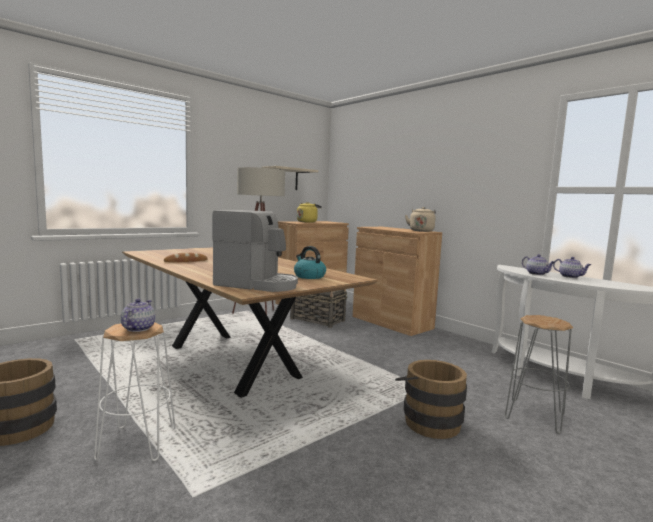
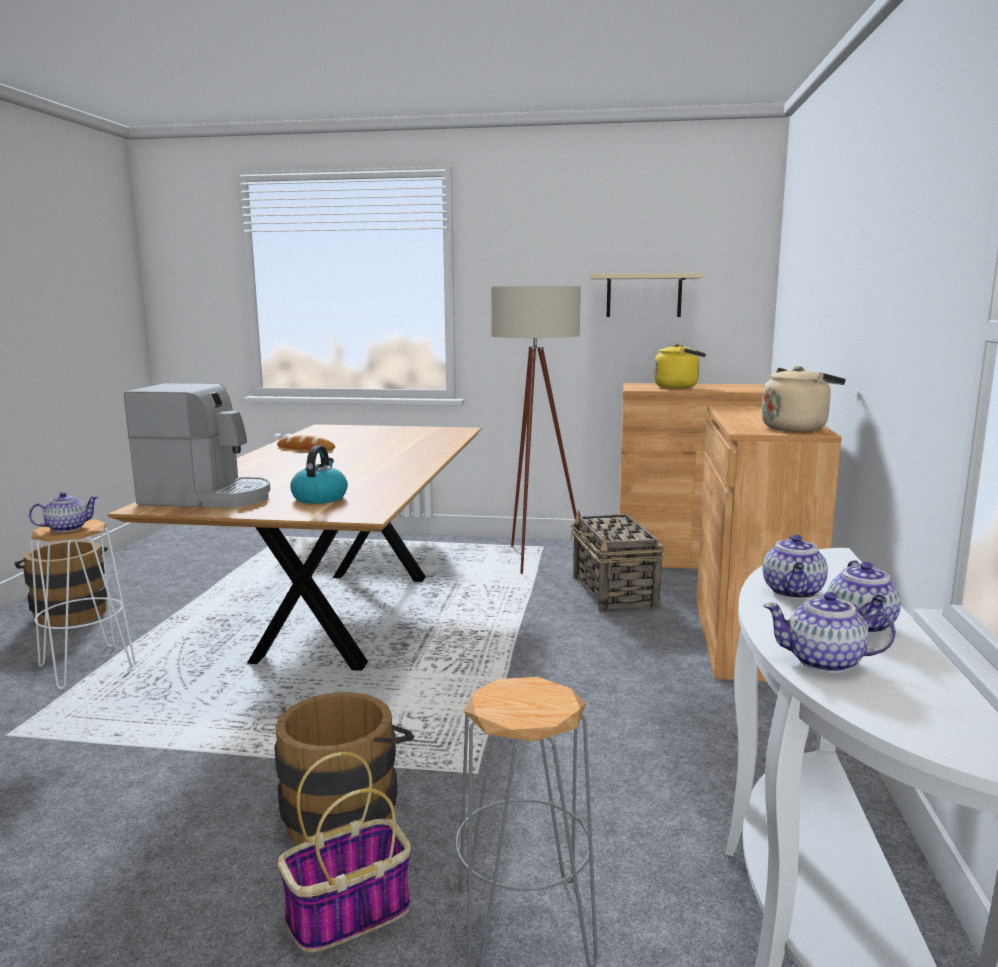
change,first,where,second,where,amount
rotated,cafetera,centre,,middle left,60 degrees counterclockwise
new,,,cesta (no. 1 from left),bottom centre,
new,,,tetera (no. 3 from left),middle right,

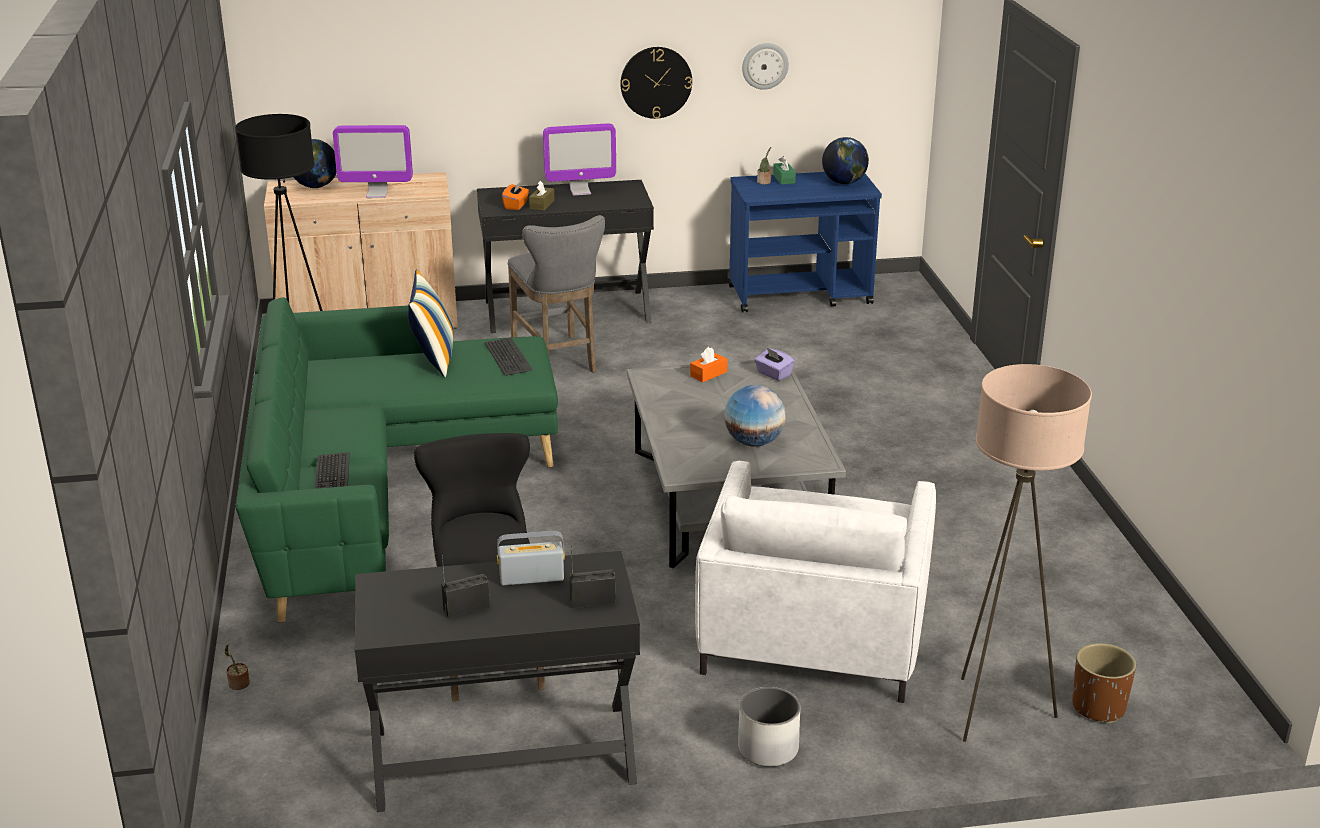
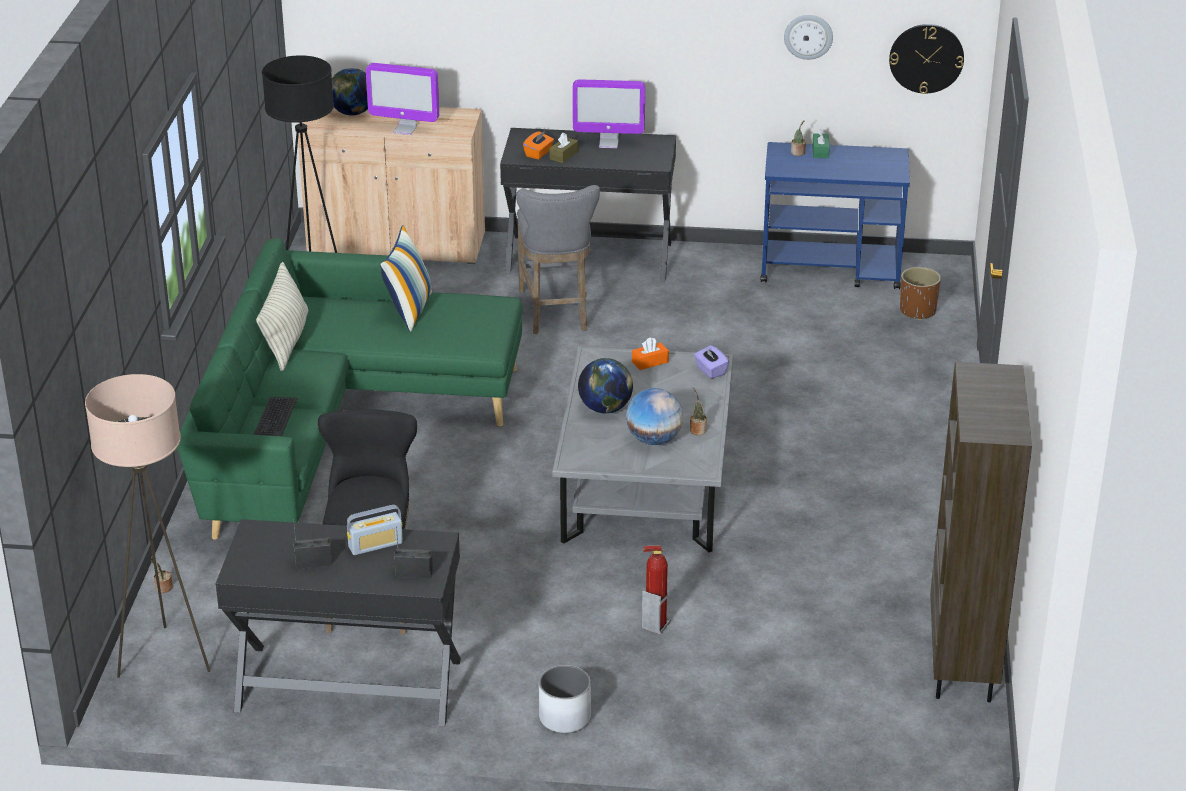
change,first,where,second,where,amount
gone,teclado (no. 2 from left),centre,,,
rotated,radio (no. 2 from left),bottom centre,,bottom left,150 degrees clockwise
shifted,reloj de pared (no. 1 from left in the first image),top centre,reloj de pared (no. 2 from left),top right,
swapped,sillón (blanco),bottom centre,extintor,bottom centre,
shifted,globo terráqueo (no. 3 from left in the first image),top centre,globo terráqueo (no. 2 from left),centre,
shifted,lámpara de pie (beis),bottom right,,middle left,
shifted,maceta (marrón),bottom right,,middle right,
new,,,cojín (no. 1 from left),middle left,
new,,,planta en maceta (no. 2 from left),centre,
new,,,estantería (marrón),bottom right,

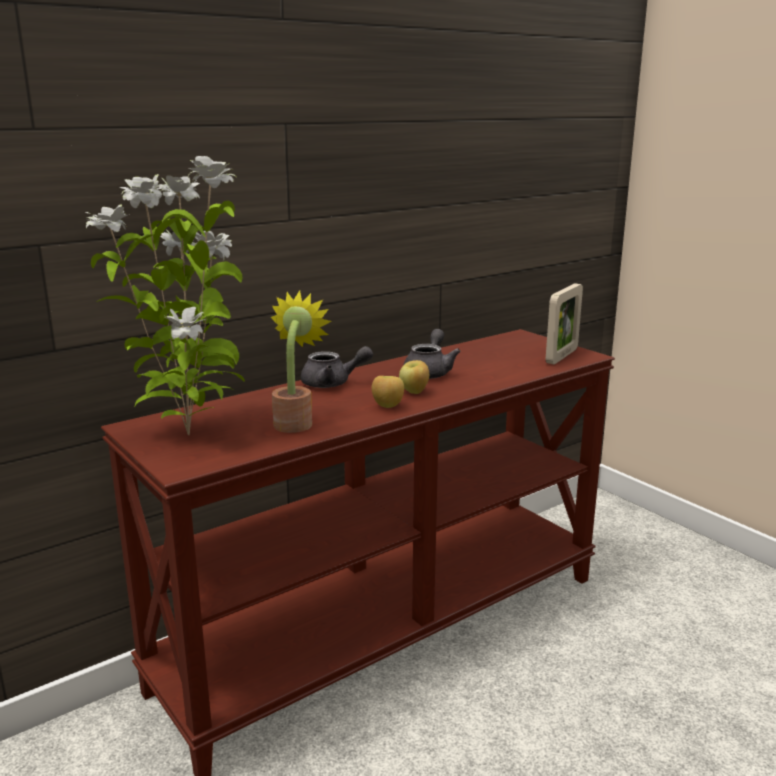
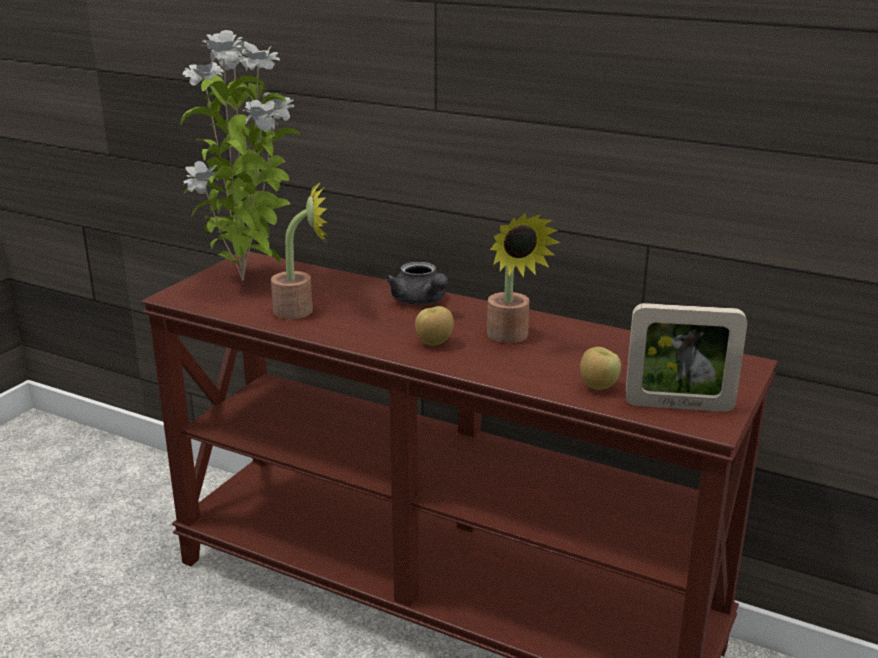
change,first,where,second,where,amount
shifted,manzana (no. 1 from left in the first image),centre,manzana (no. 2 from left),middle right,
swapped,tetera (gris) (no. 2 from left),centre,planta en maceta (no. 3 from left),centre,

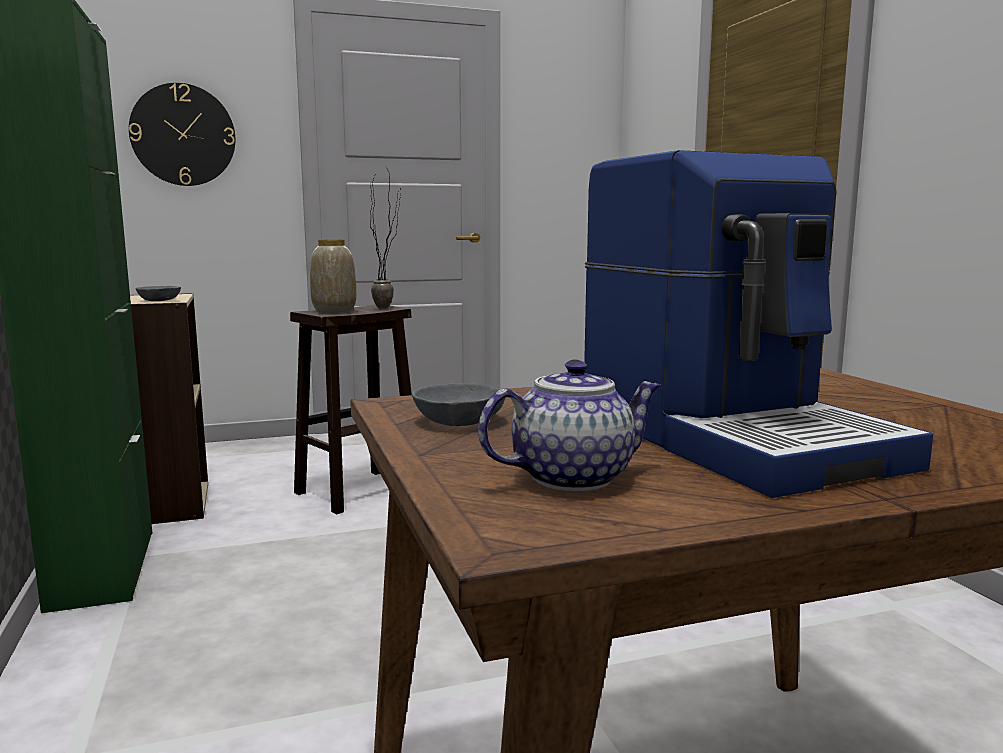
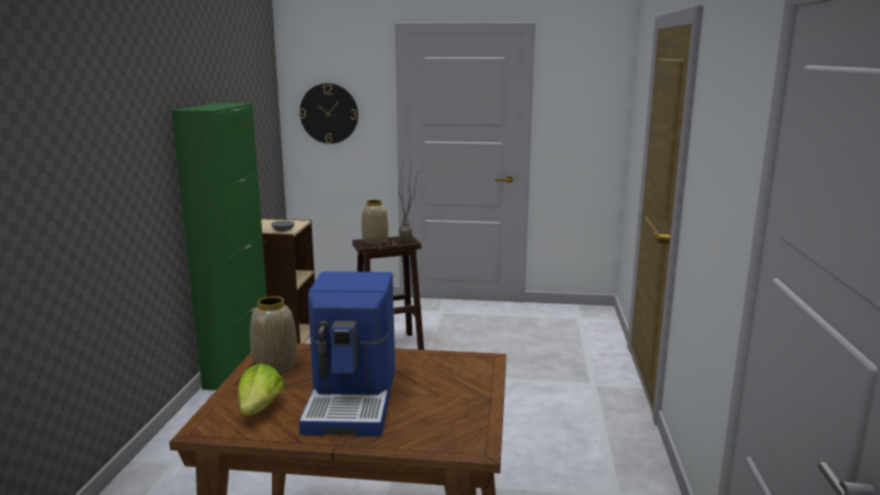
change,first,where,second,where,amount
swapped,cuenco (gris) (no. 2 from left),centre,florero (no. 1 from left),bottom left,
swapped,tetera,centre,lechuga,bottom left,

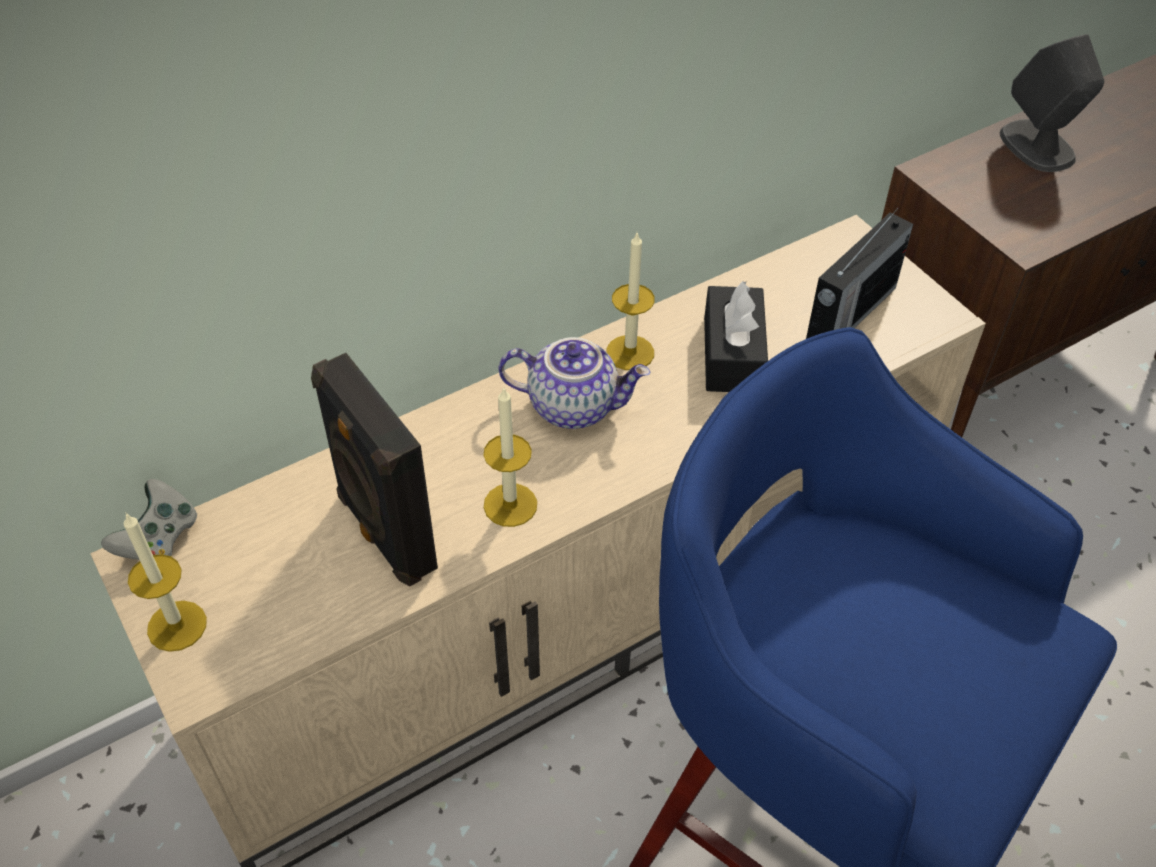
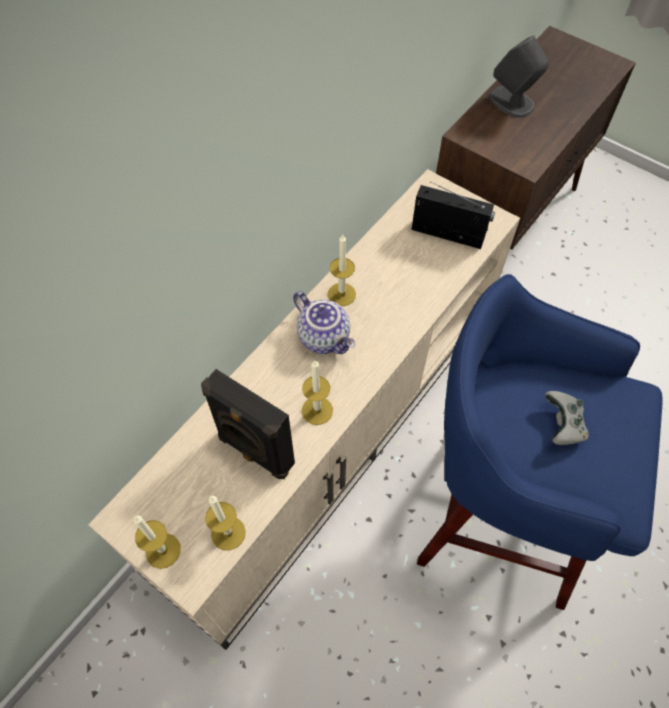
change,first,where,second,where,amount
shifted,mando de consola (gris),middle left,,middle right,
rotated,tetera,centre,,centre,60 degrees clockwise
gone,caja de pañuelos (negro),centre,,,
rotated,radio,top right,,top right,90 degrees counterclockwise
new,,,vela (no. 2 from left),bottom centre,

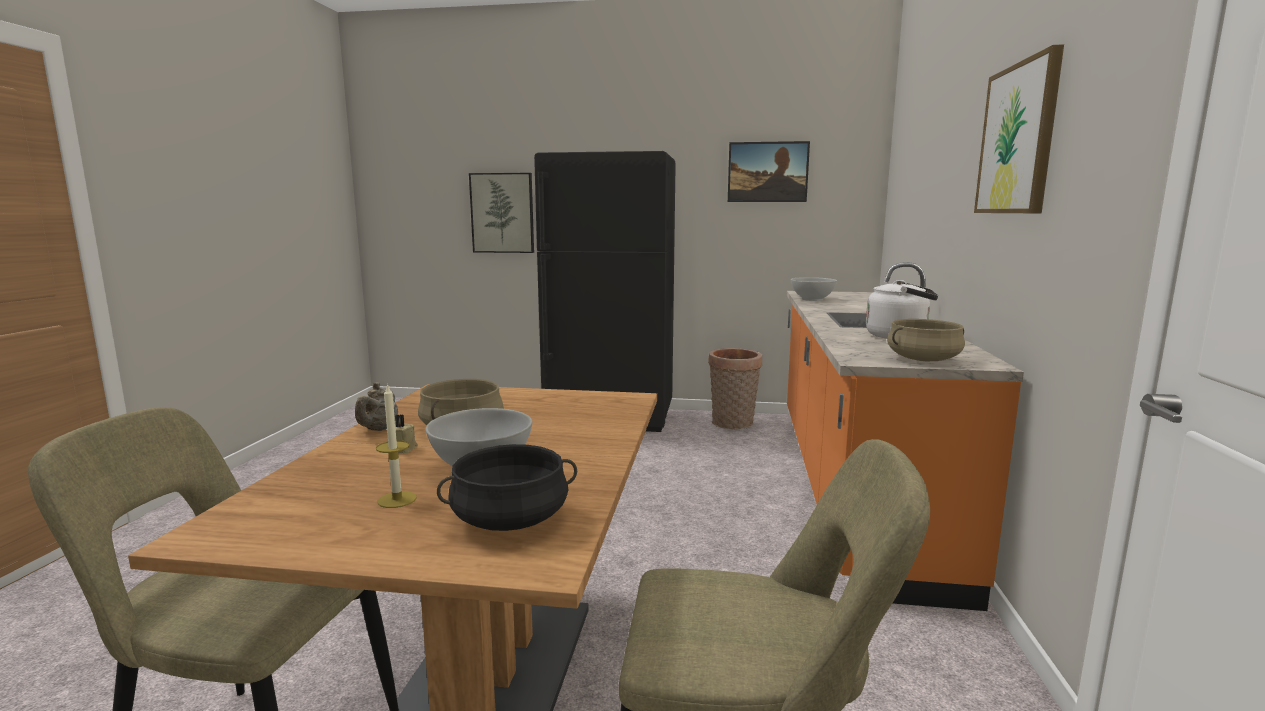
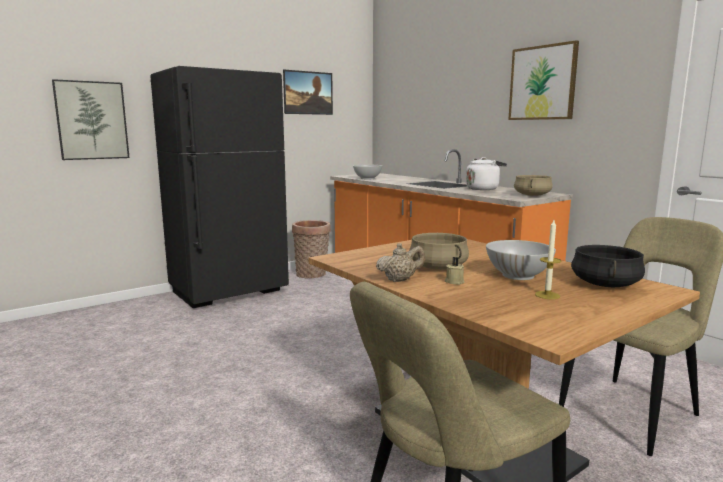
change,first,where,second,where,amount
rotated,tetera (beis),middle left,,centre,75 degrees counterclockwise

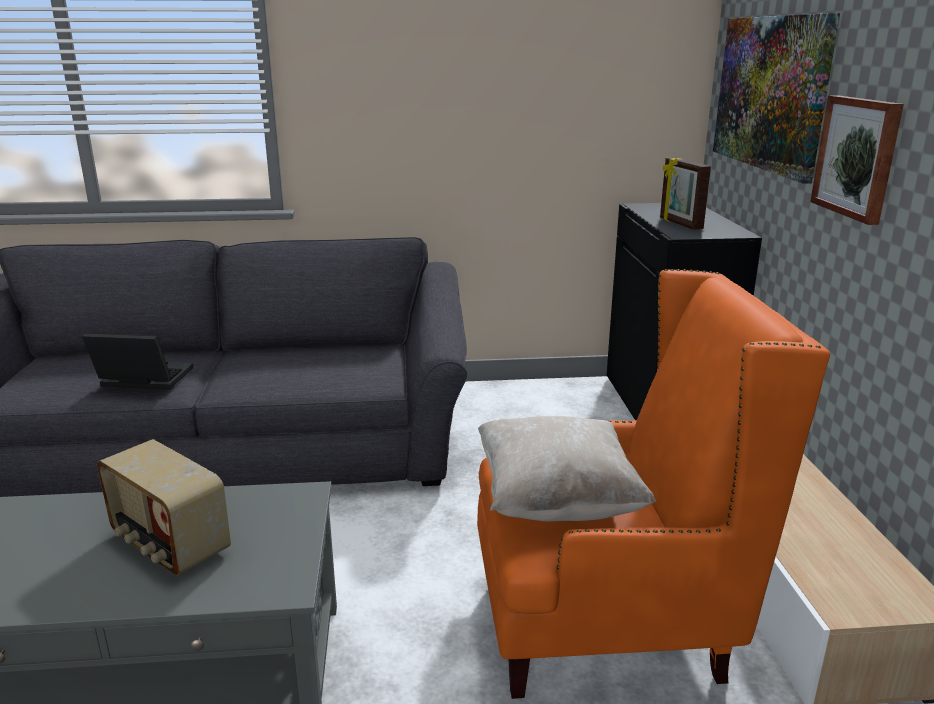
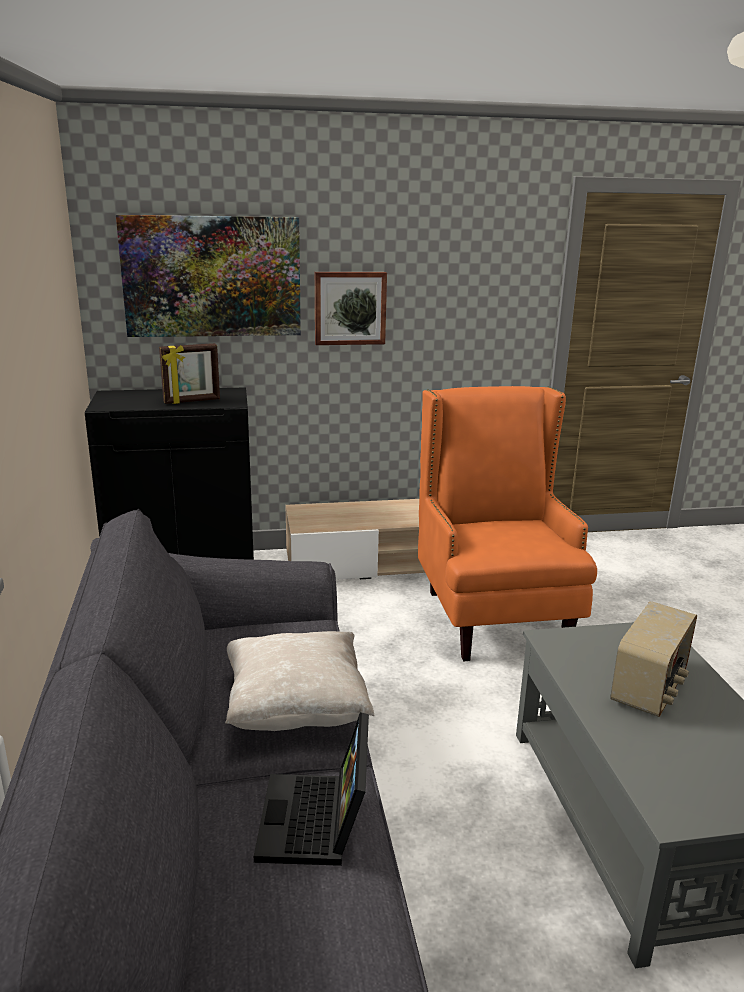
change,first,where,second,where,amount
shifted,cojín (beis),centre,,bottom centre,

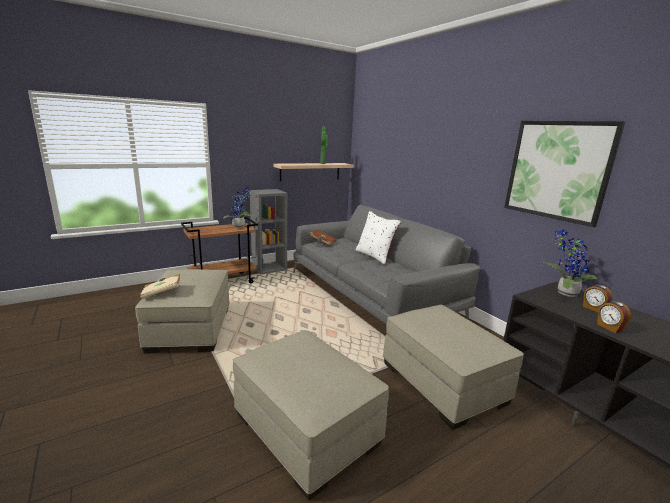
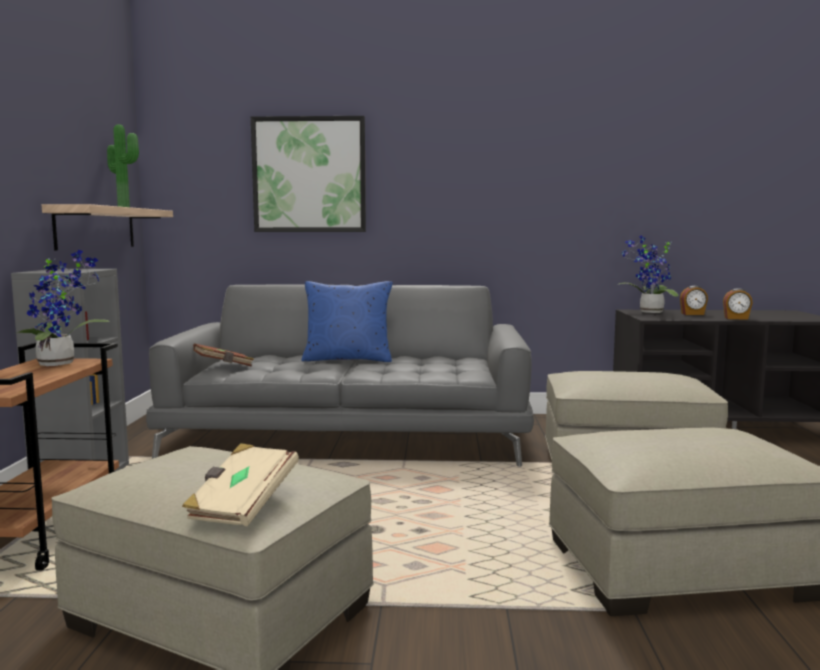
change,first,where,second,where,amount
repainted,cojín (blanco),centre,cojín (azul),centre,
shifted,cuadro,middle right,,top centre,

